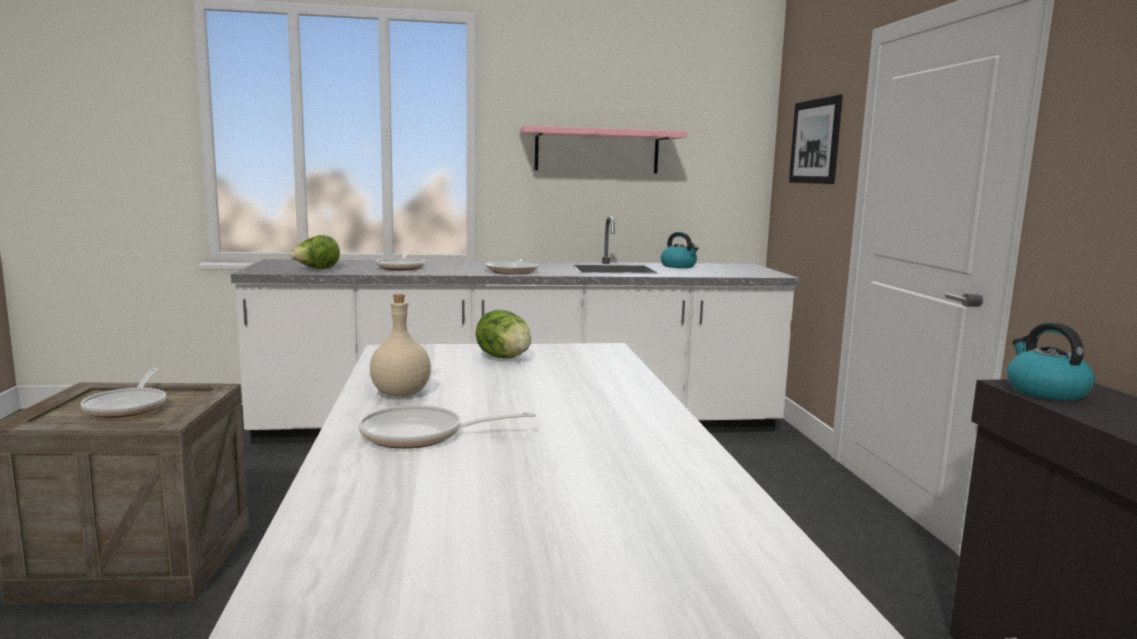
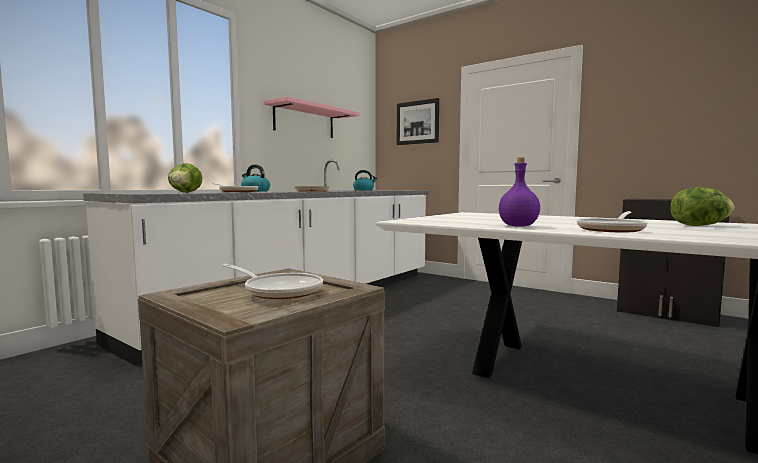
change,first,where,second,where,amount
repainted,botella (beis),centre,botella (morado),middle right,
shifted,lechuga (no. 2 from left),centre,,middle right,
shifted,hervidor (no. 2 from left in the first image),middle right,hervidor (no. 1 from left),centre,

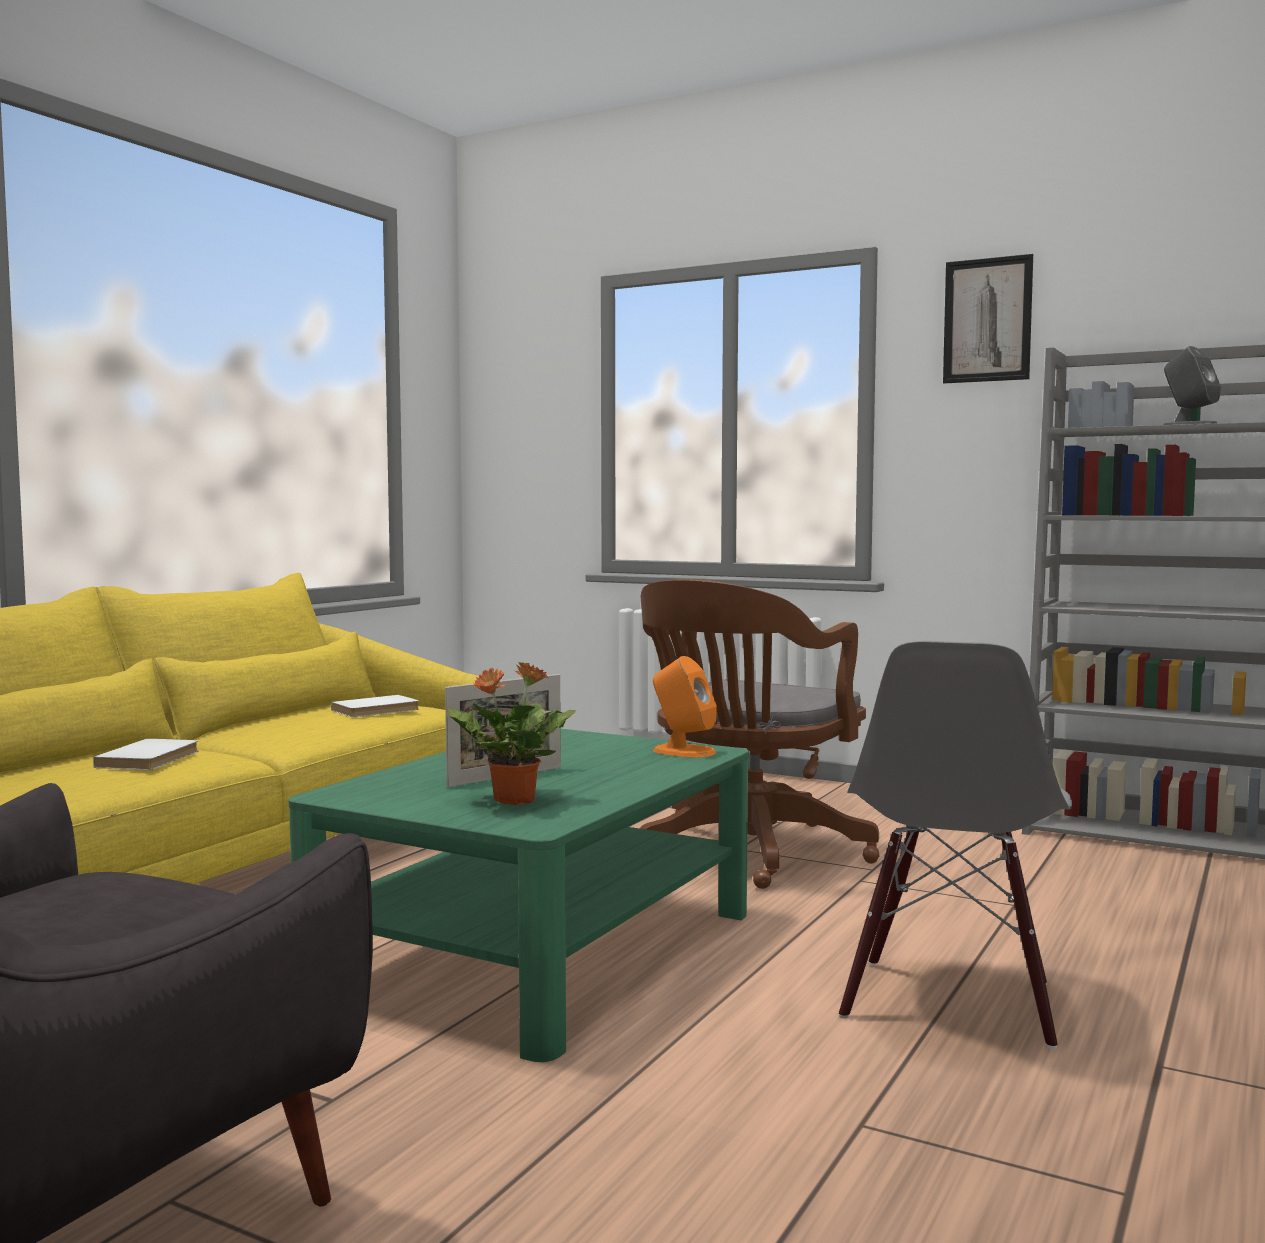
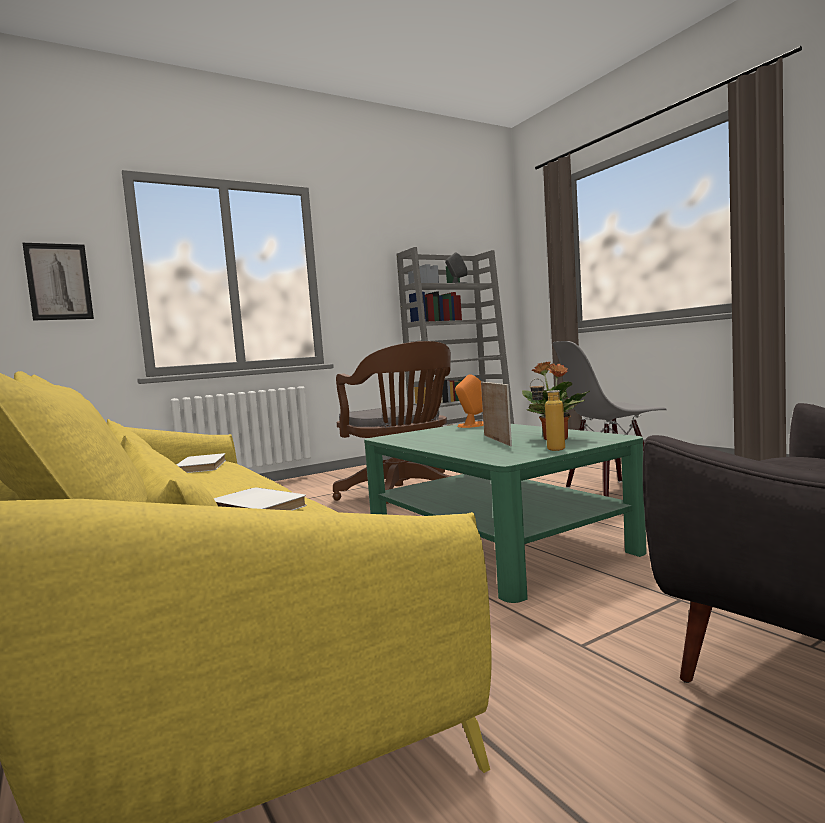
change,first,where,second,where,amount
rotated,silla (gris),bottom right,,middle right,120 degrees clockwise
shifted,cuadro,top right,,middle left,
new,,,botella,centre,

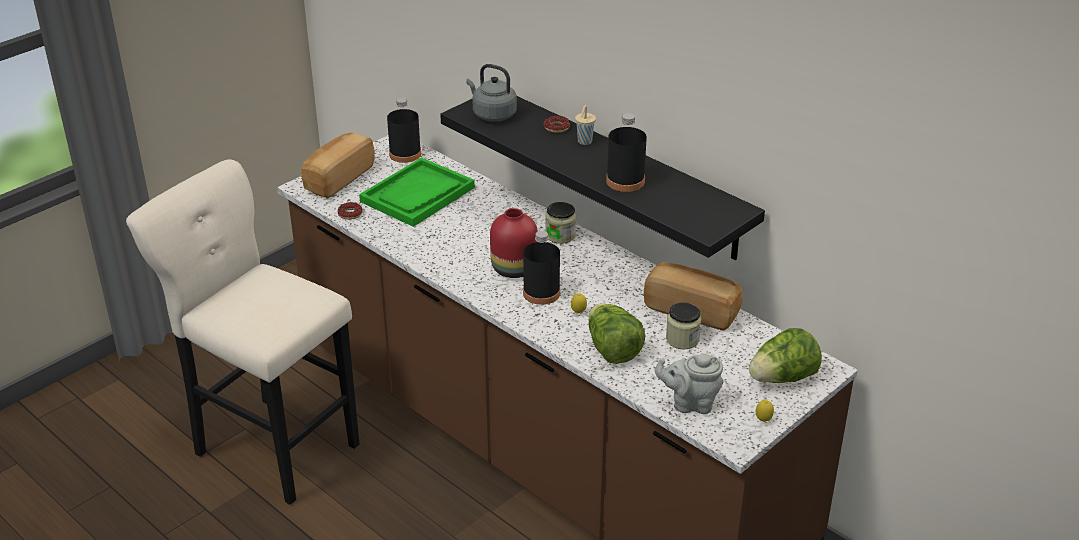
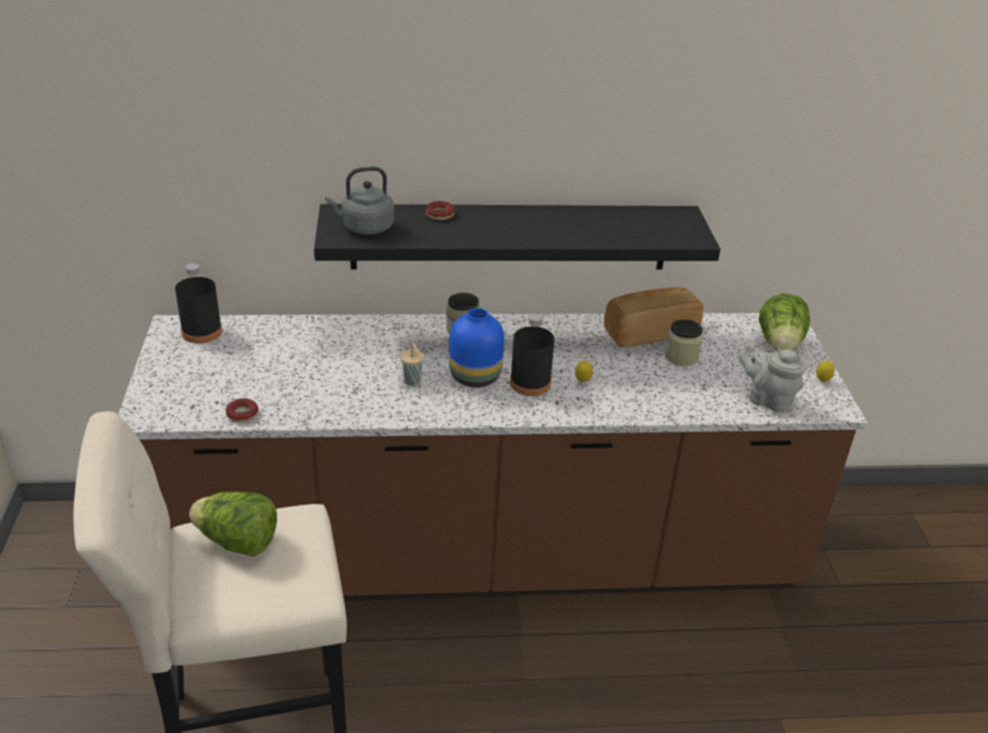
change,first,where,second,where,amount
gone,pan (no. 1 from left),top left,,,
gone,bandeja (verde),centre,,,
repainted,florero (rojo),centre,florero (azul),centre,
shifted,taza (beis),top centre,,centre,
shifted,lechuga (no. 1 from left),centre,,bottom left,
gone,botella (negro) (no. 3 from left),top centre,,,
rotated,tetera (gris),bottom centre,,middle right,75 degrees clockwise

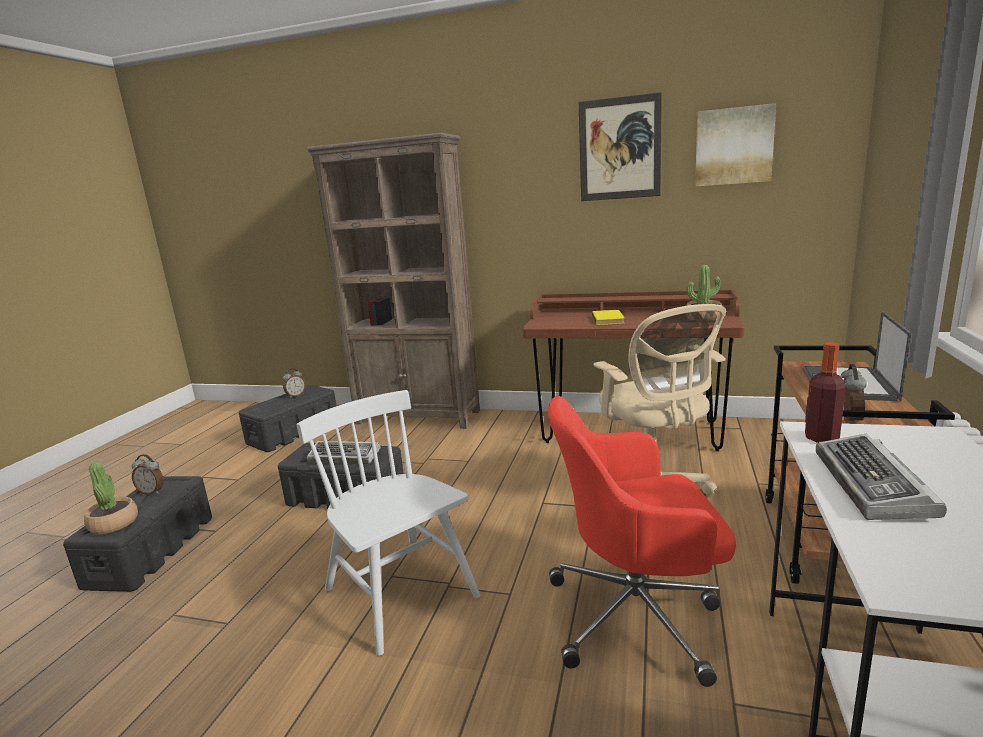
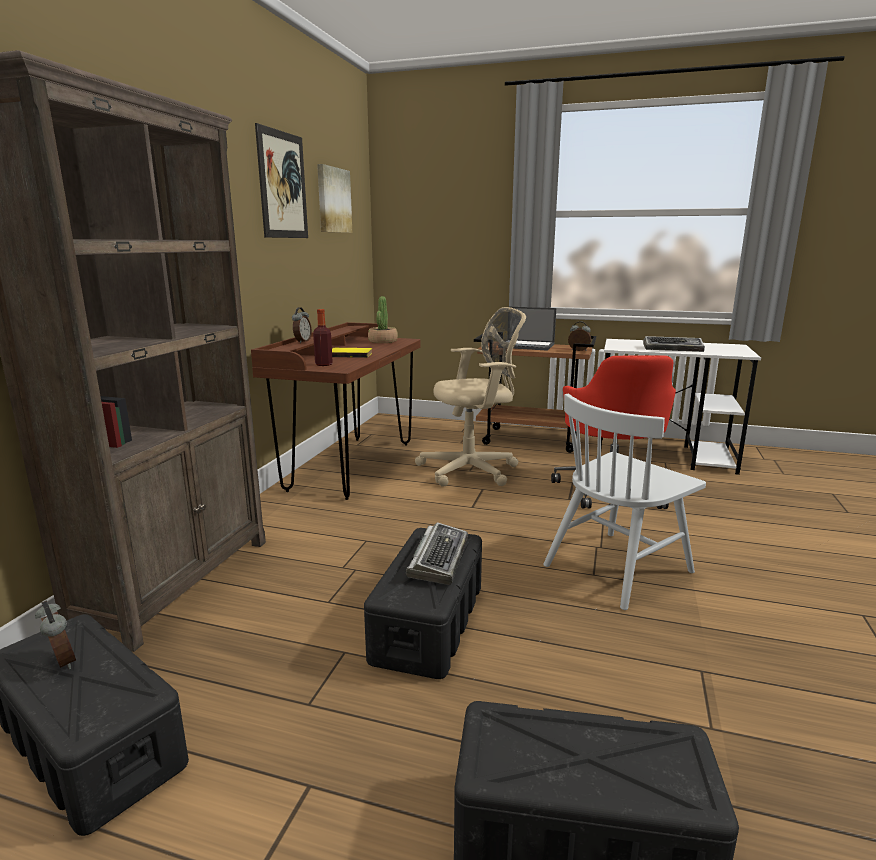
change,first,where,second,where,amount
gone,planta en maceta (no. 1 from left),bottom left,,,
shifted,despertador (no. 1 from left in the first image),middle left,despertador (no. 2 from left),centre,
shifted,botella,middle right,,centre,

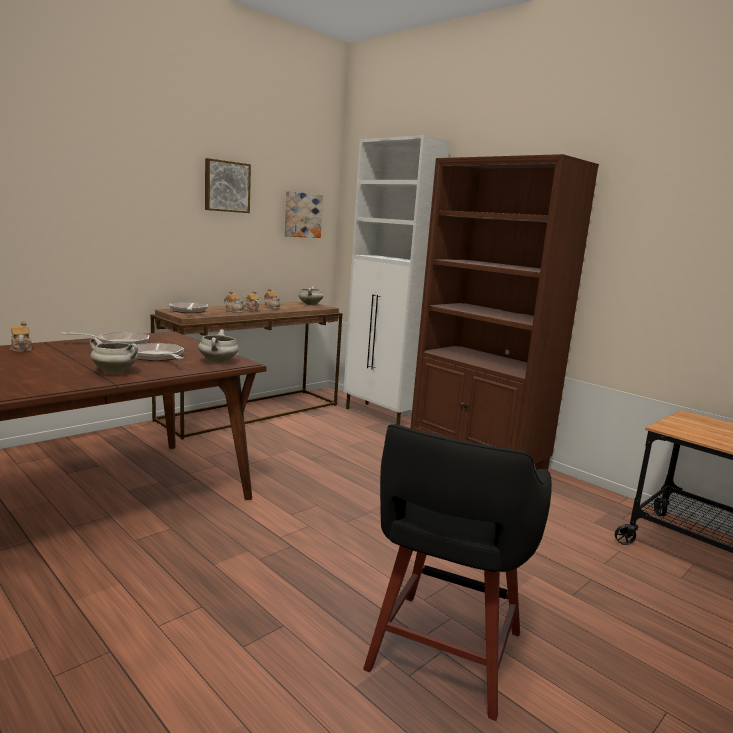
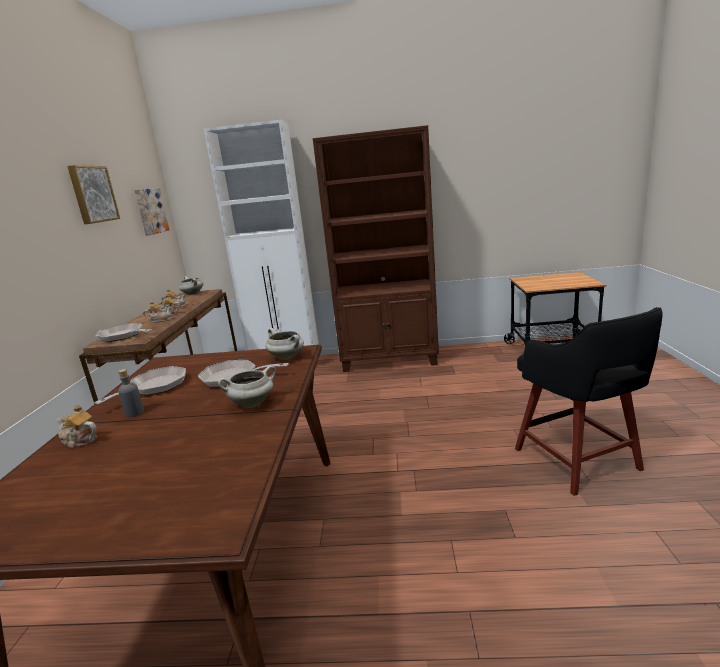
change,first,where,second,where,amount
new,,,botella (gris),middle left,

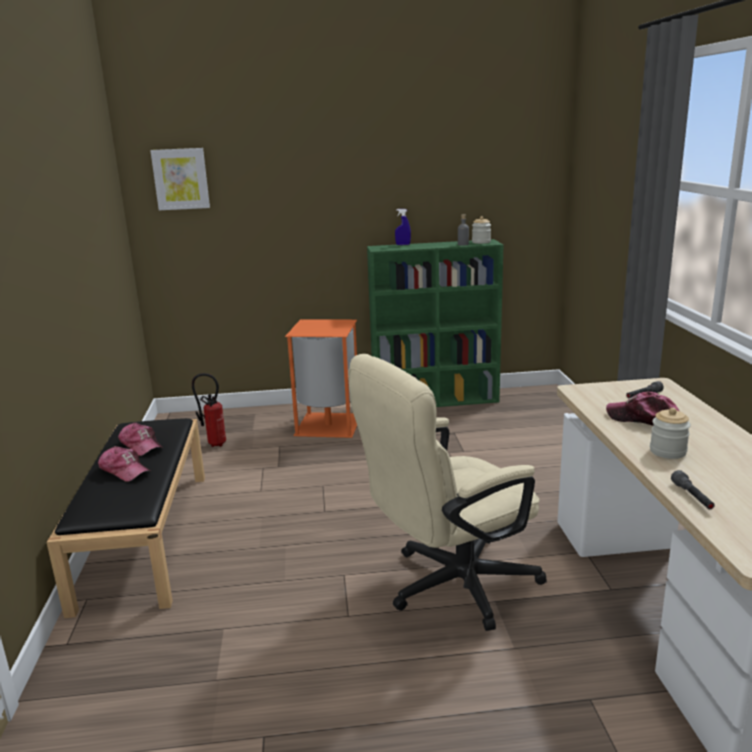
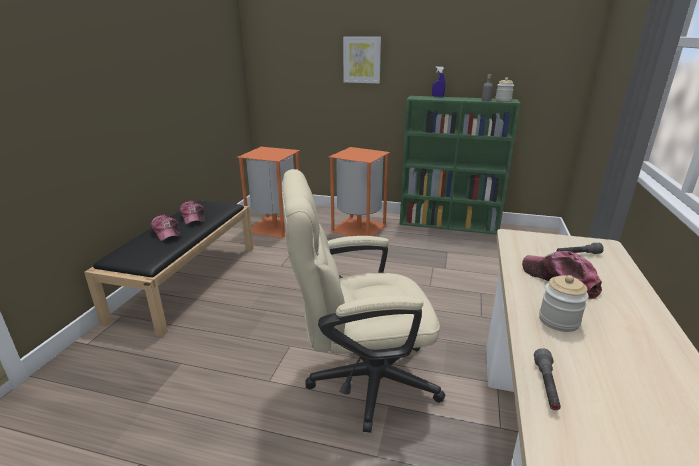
change,first,where,second,where,amount
shifted,cuadro,top left,,top centre,
swapped,extintor,middle left,papelera (naranja) (no. 1 from left),centre,

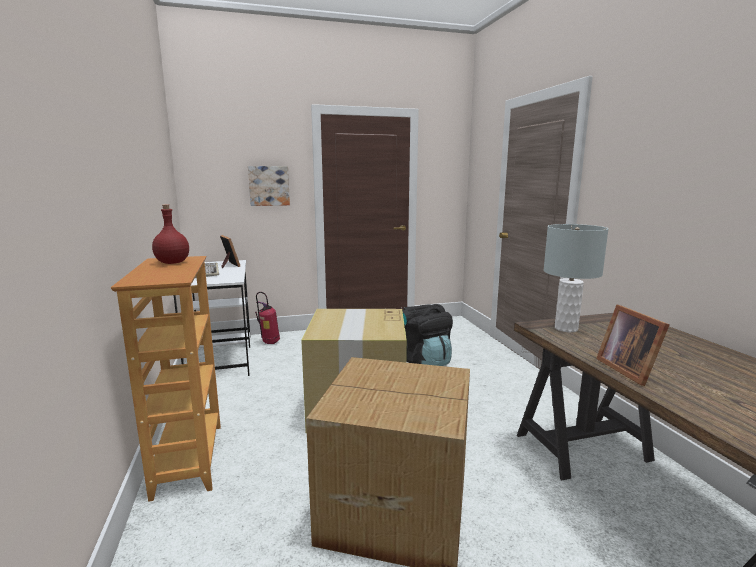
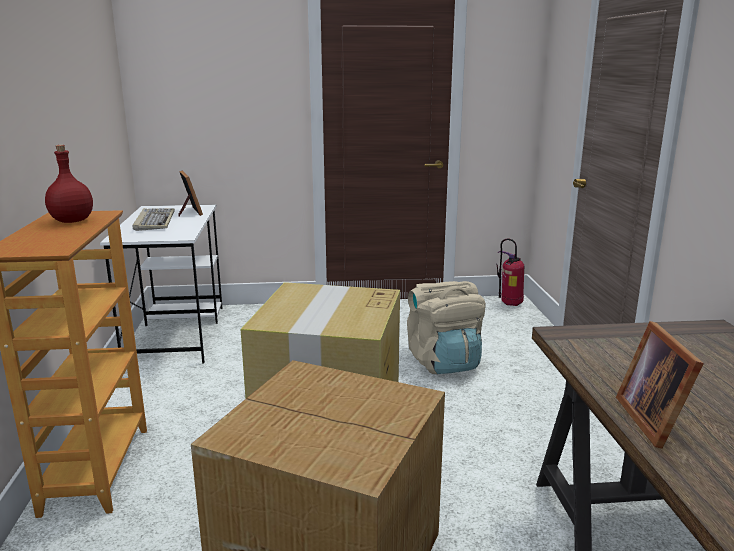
change,first,where,second,where,amount
gone,cuadro,top centre,,,
shifted,extintor,centre,,middle right,
repainted,mochila (negro),centre,mochila (beis),centre,
gone,lámpara de mesa (gris),middle right,,,

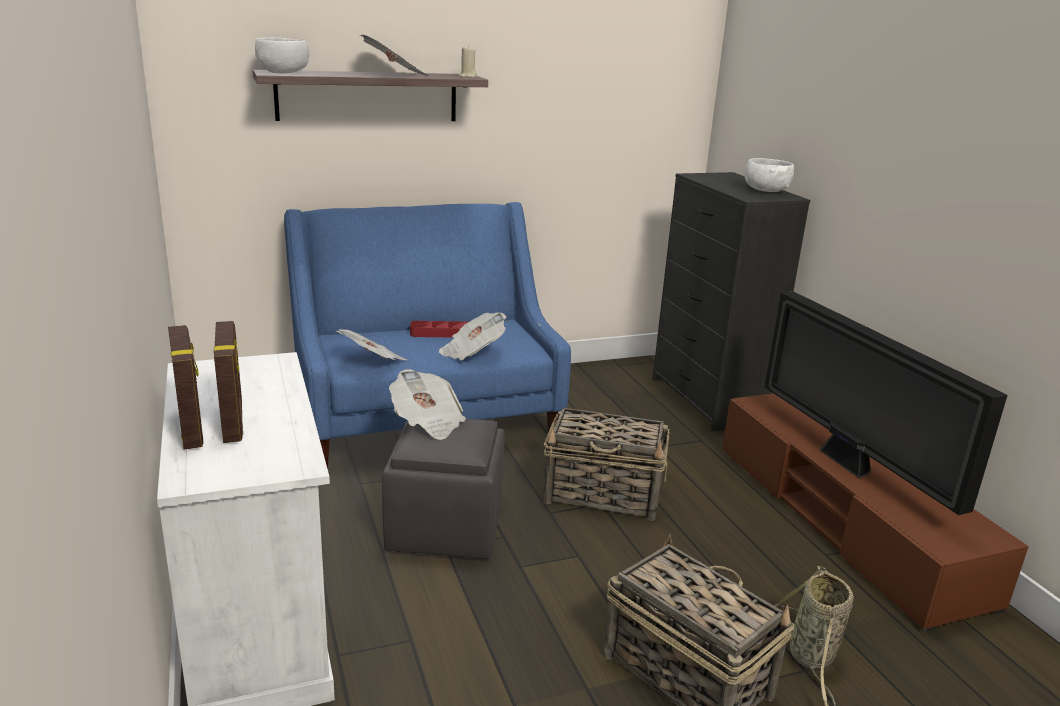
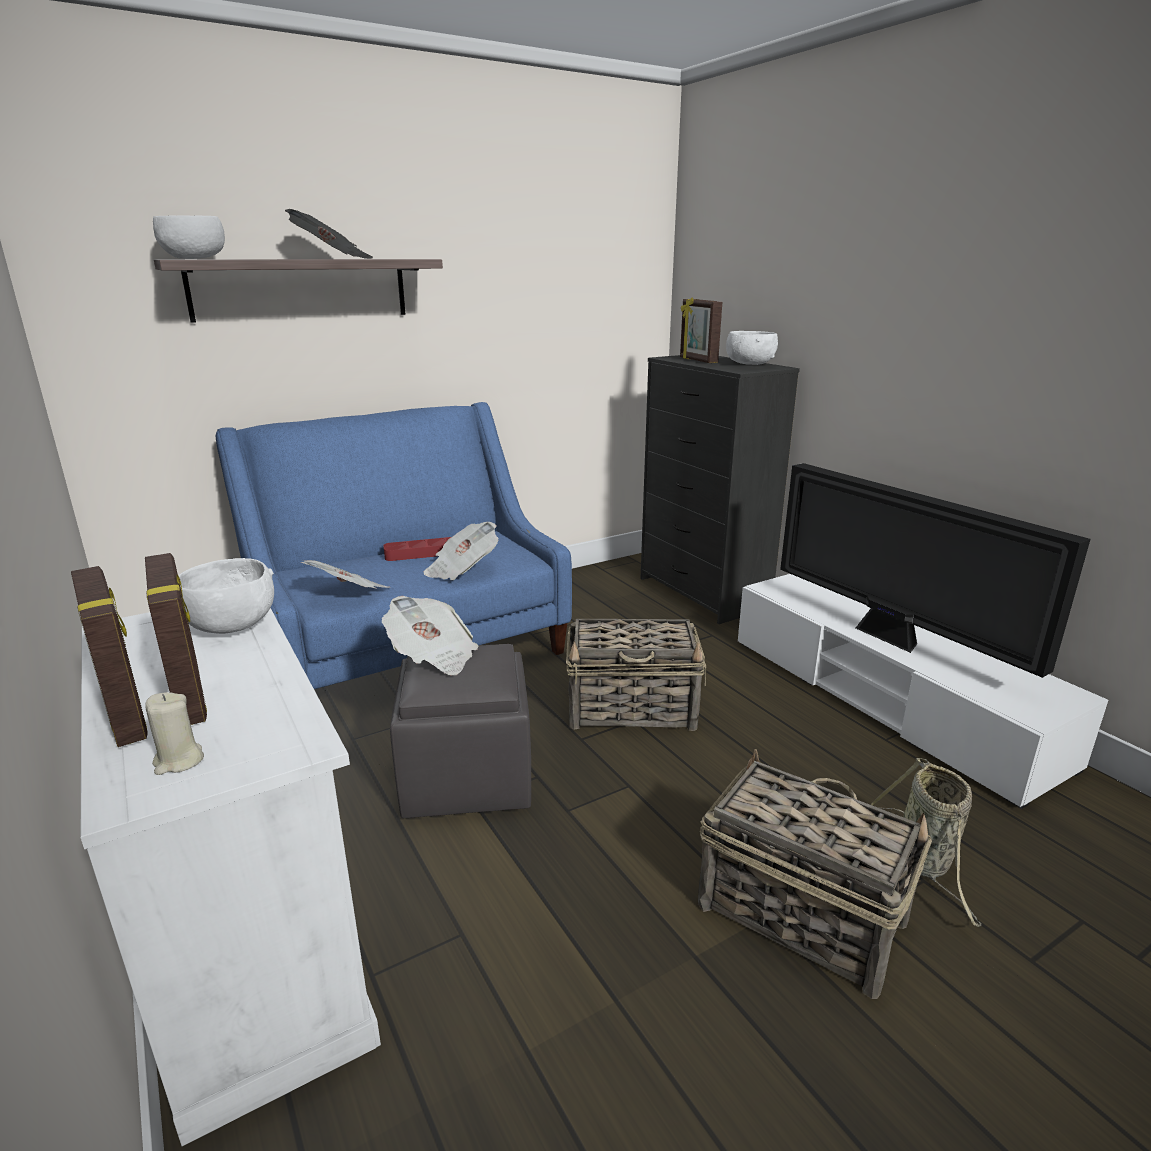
change,first,where,second,where,amount
shifted,vela (beis),top centre,,middle left,
repainted,mueble de televisión (marrón),bottom right,mueble de televisión (blanco),middle right,
new,,,cuenco (blanco) (no. 2 from left),middle left,
new,,,portarretratos (no. 3 from left),top centre,

